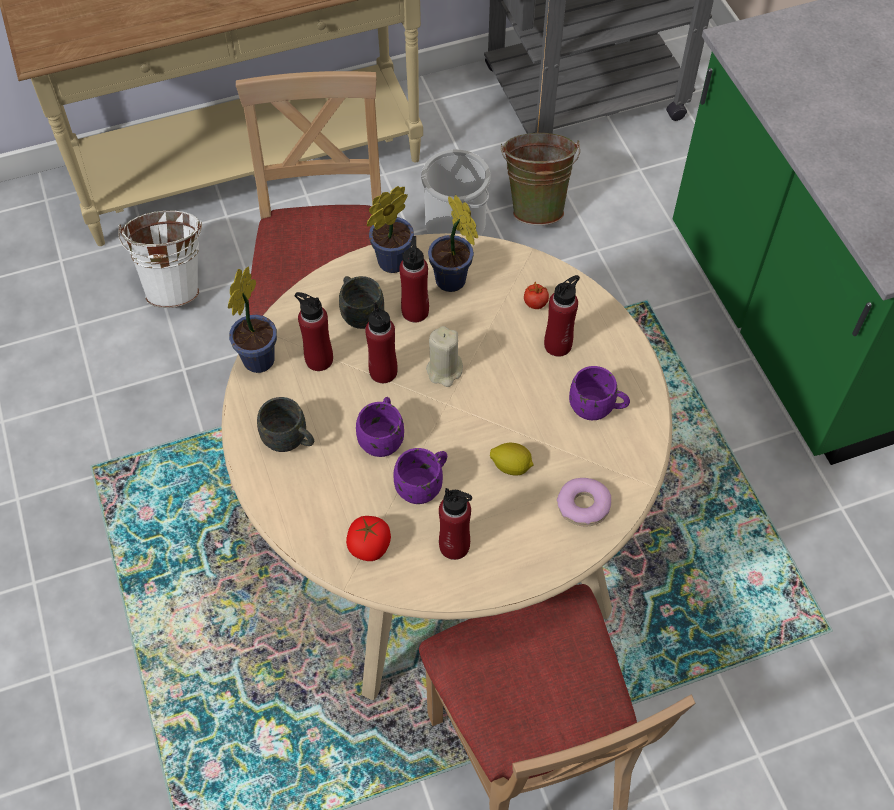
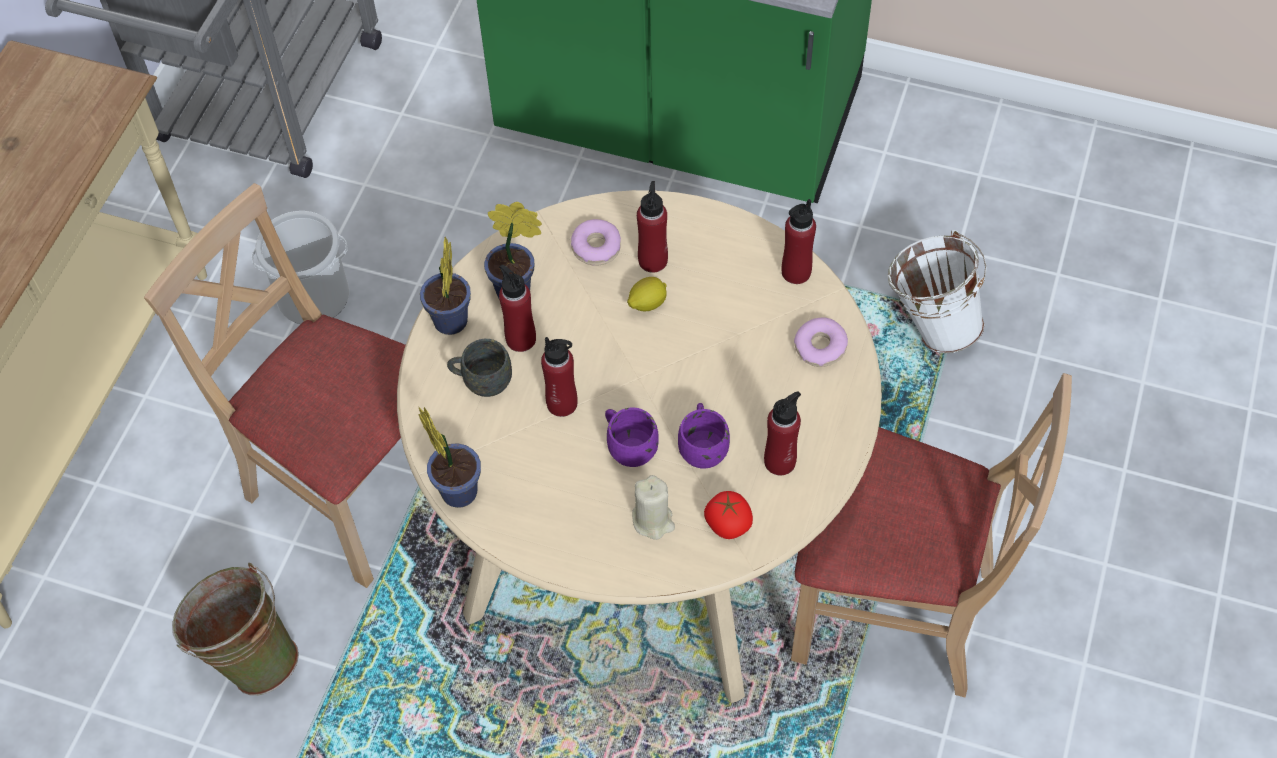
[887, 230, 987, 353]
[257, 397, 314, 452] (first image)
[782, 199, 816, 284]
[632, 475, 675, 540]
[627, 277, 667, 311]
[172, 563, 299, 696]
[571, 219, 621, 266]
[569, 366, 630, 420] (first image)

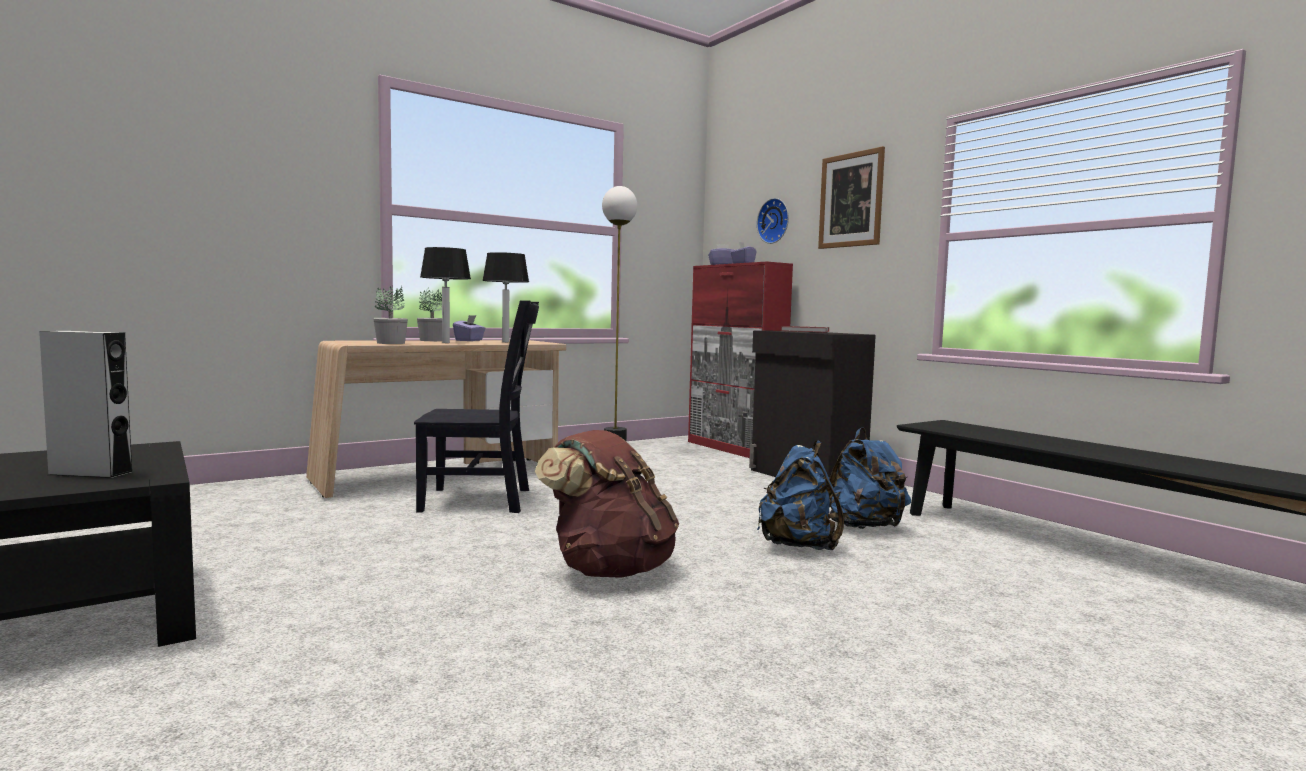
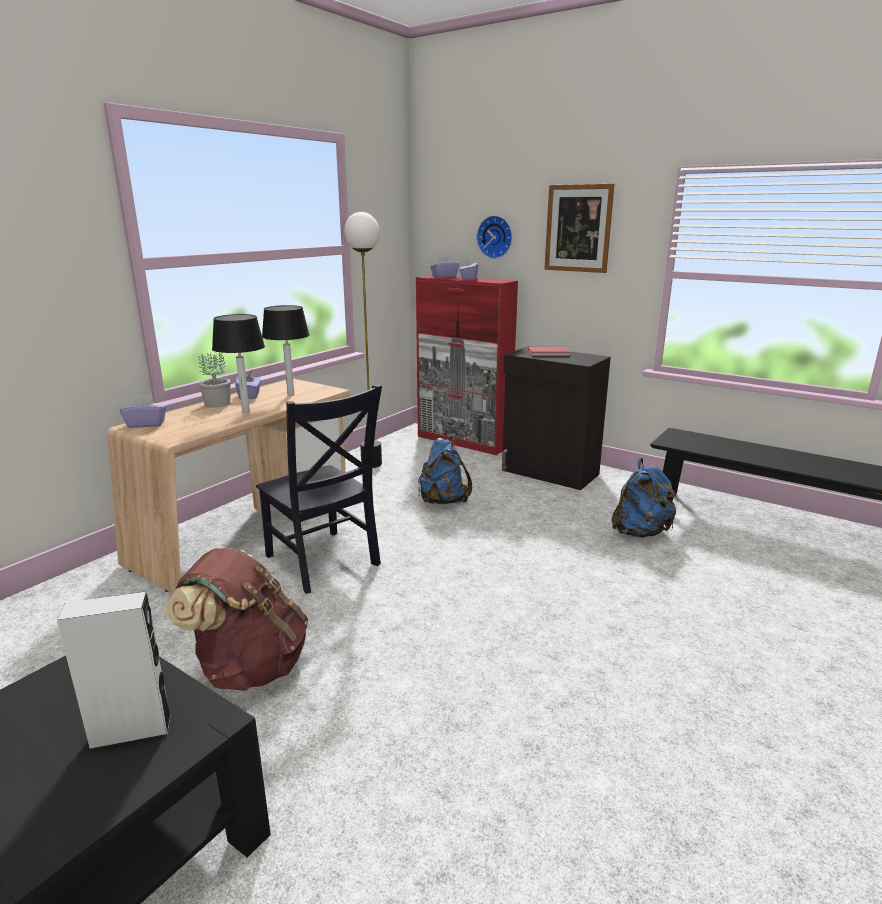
[373, 286, 408, 344] (first image)
[256, 385, 382, 594]
[166, 548, 308, 691]
[418, 436, 472, 504]
[120, 395, 166, 428]

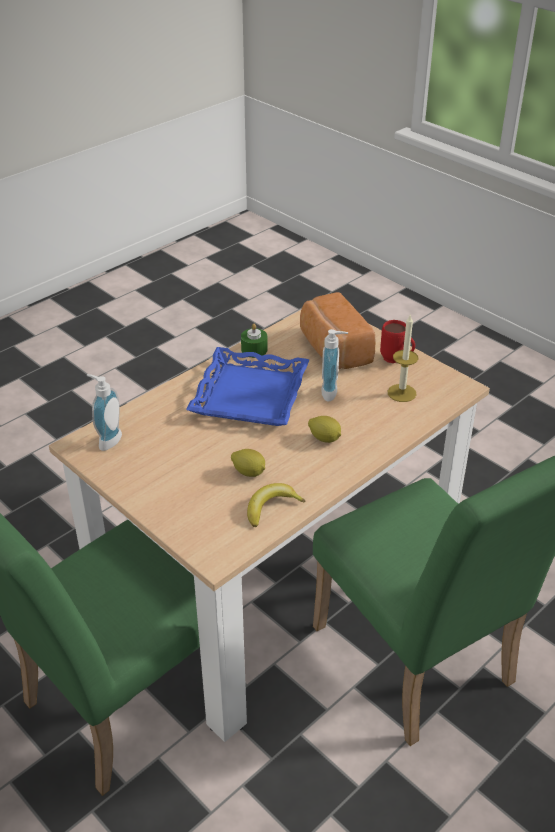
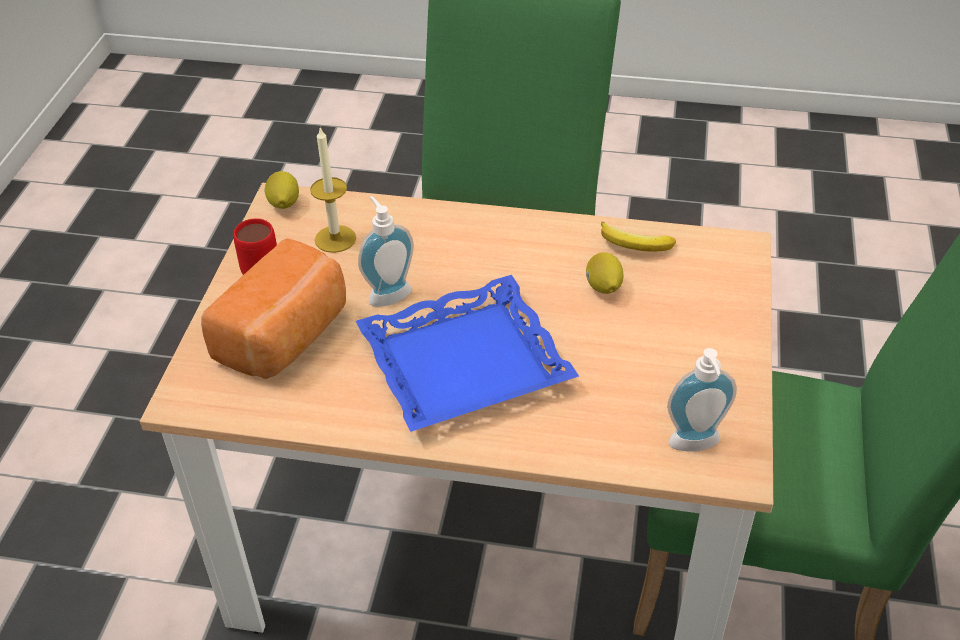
[241, 324, 267, 358] (first image)
[265, 171, 299, 209]

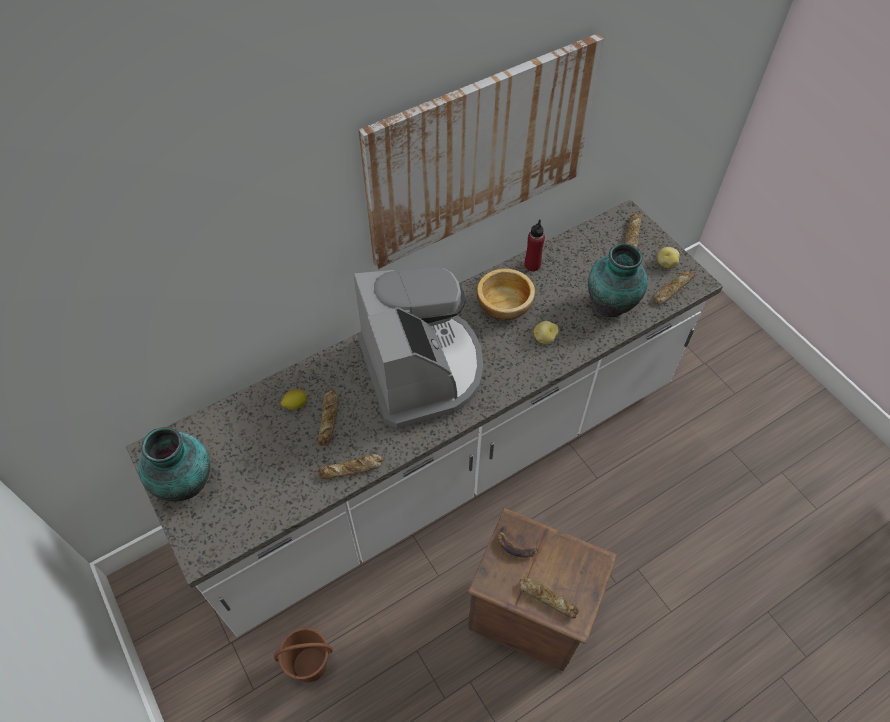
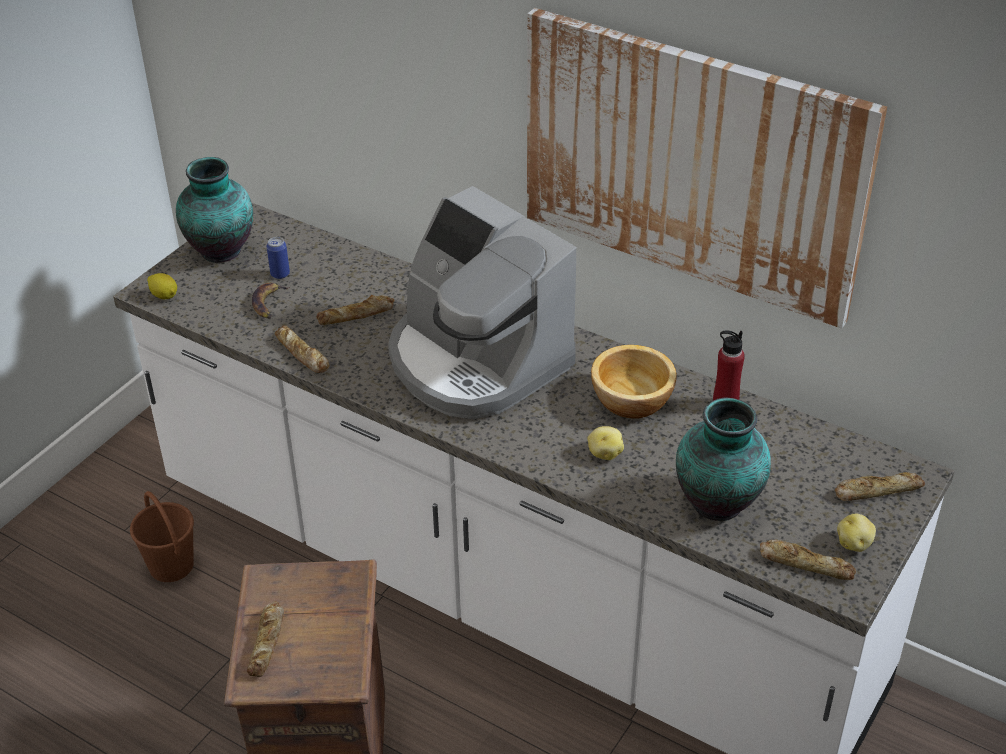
[147, 273, 177, 299]
[388, 186, 576, 419]
[252, 282, 290, 318]
[266, 237, 290, 279]

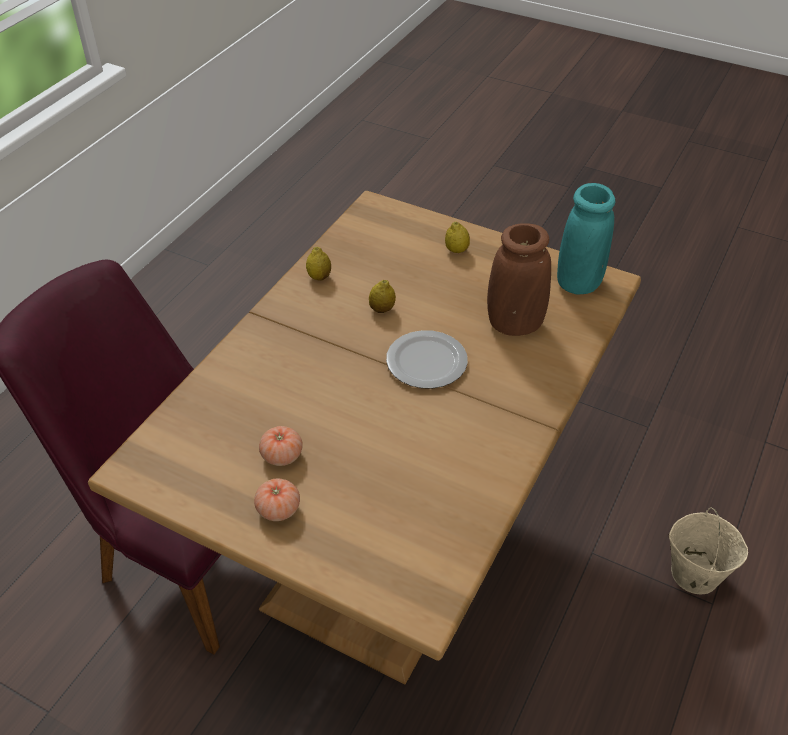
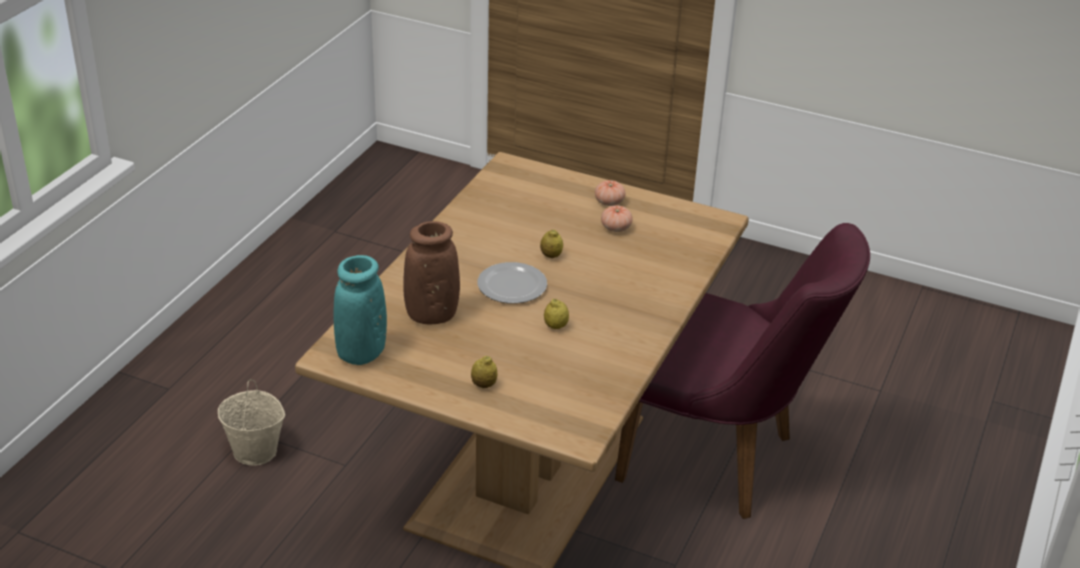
[540, 230, 563, 258]

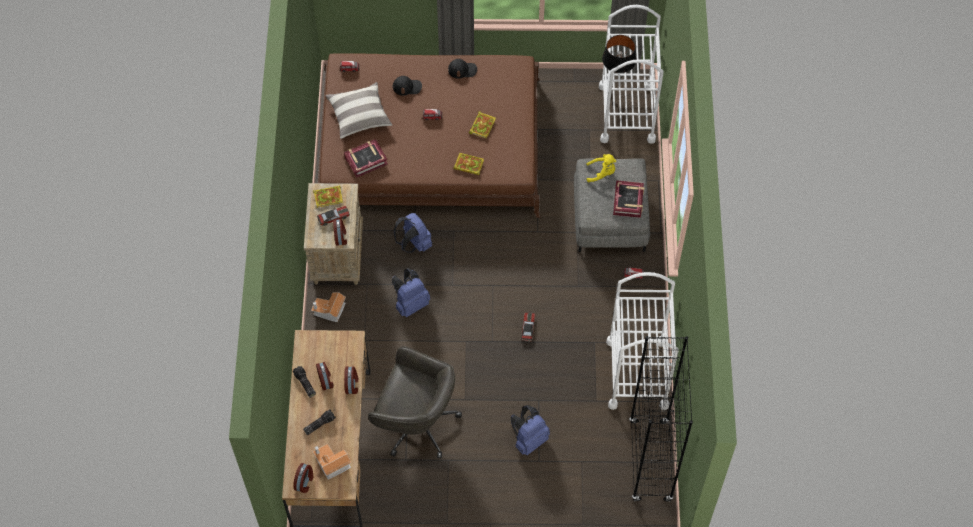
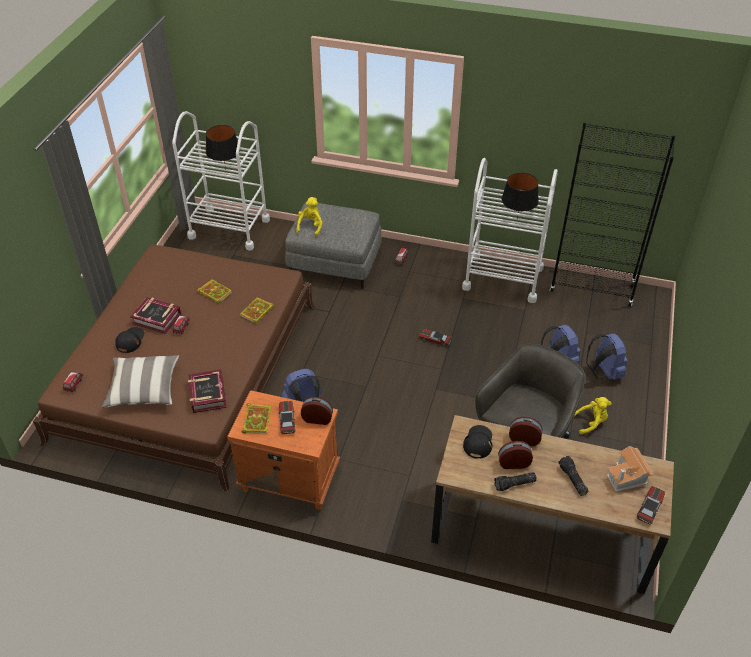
[637, 486, 665, 525]
[227, 390, 340, 510]
[311, 292, 346, 322] (first image)
[586, 333, 628, 380]
[463, 425, 492, 459]
[130, 297, 181, 334]
[502, 173, 539, 219]
[574, 397, 612, 435]

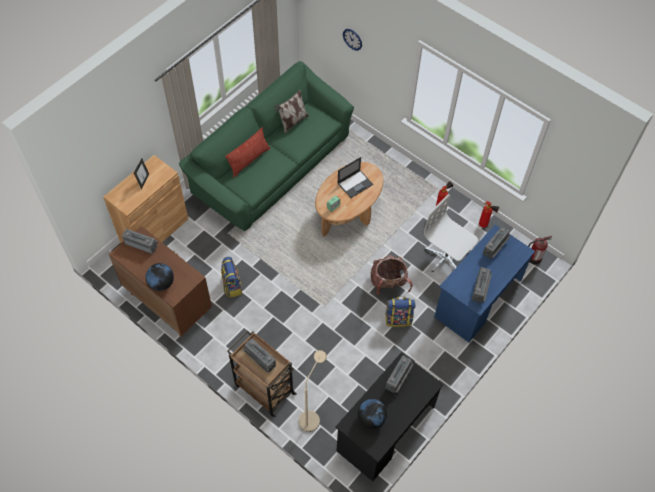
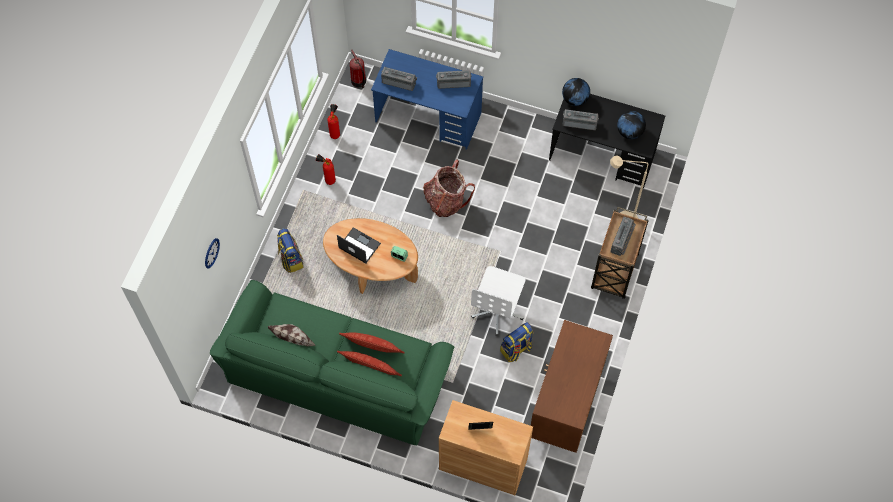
[122, 229, 158, 254] (first image)
[562, 78, 590, 106]
[277, 228, 304, 273]
[471, 266, 526, 336]
[339, 333, 404, 353]

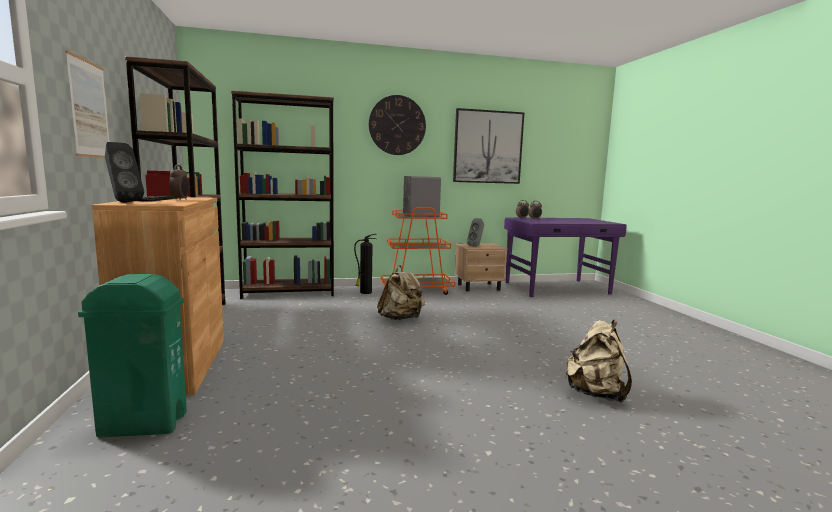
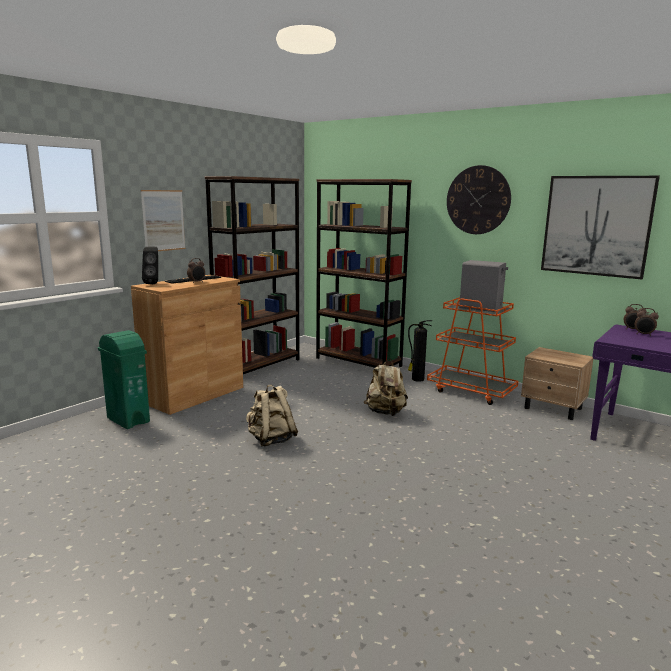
[467, 218, 484, 247] (first image)
[246, 385, 298, 446]

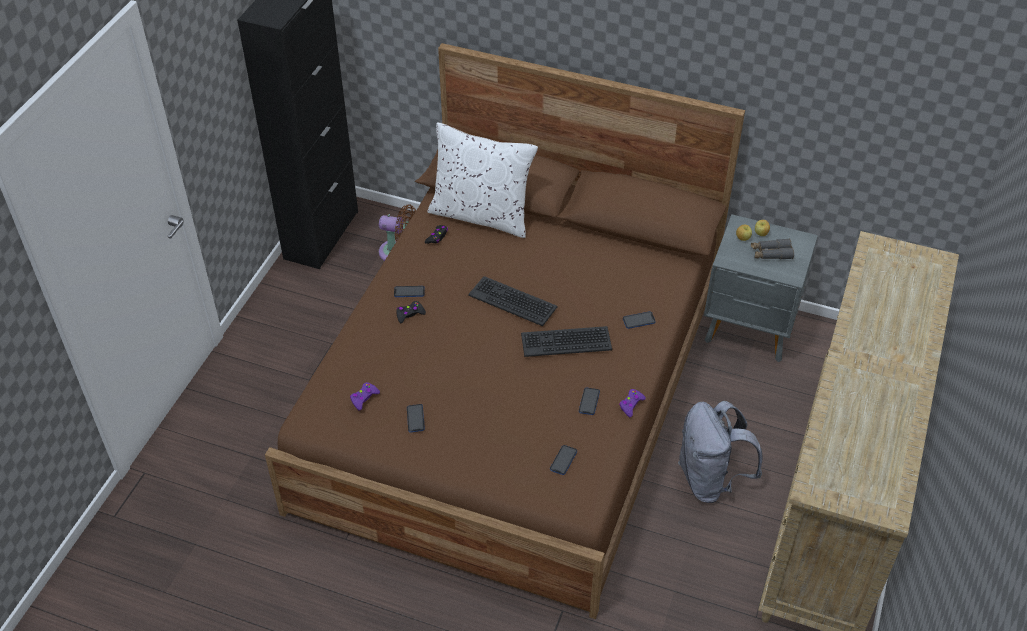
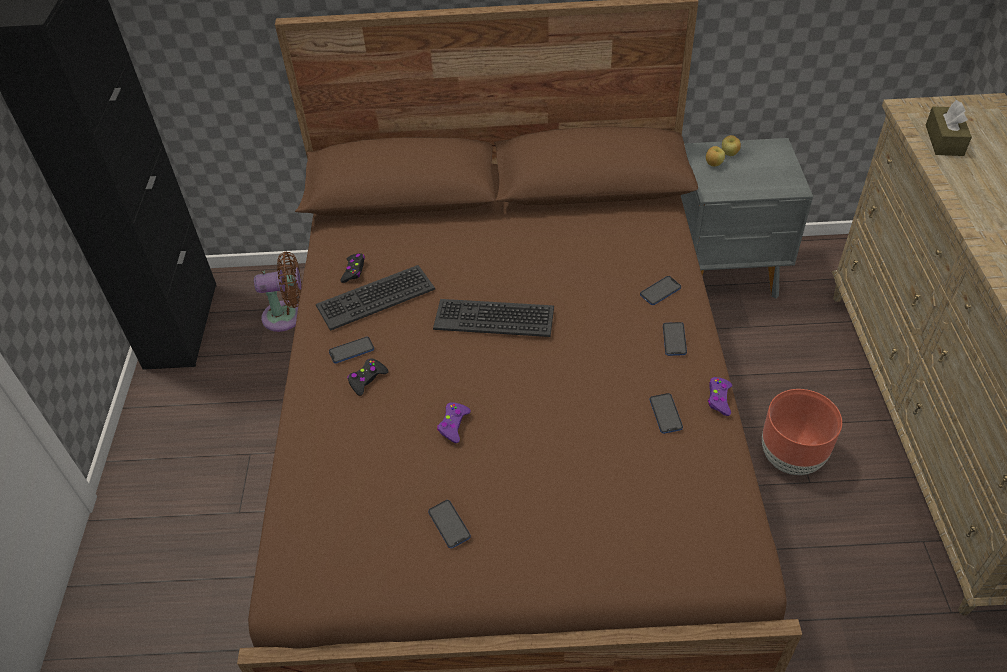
[437, 402, 471, 443]
[427, 122, 538, 238] (first image)
[316, 265, 435, 331]
[663, 322, 687, 356]
[762, 389, 842, 475]
[751, 239, 794, 259] (first image)
[926, 100, 972, 156]

